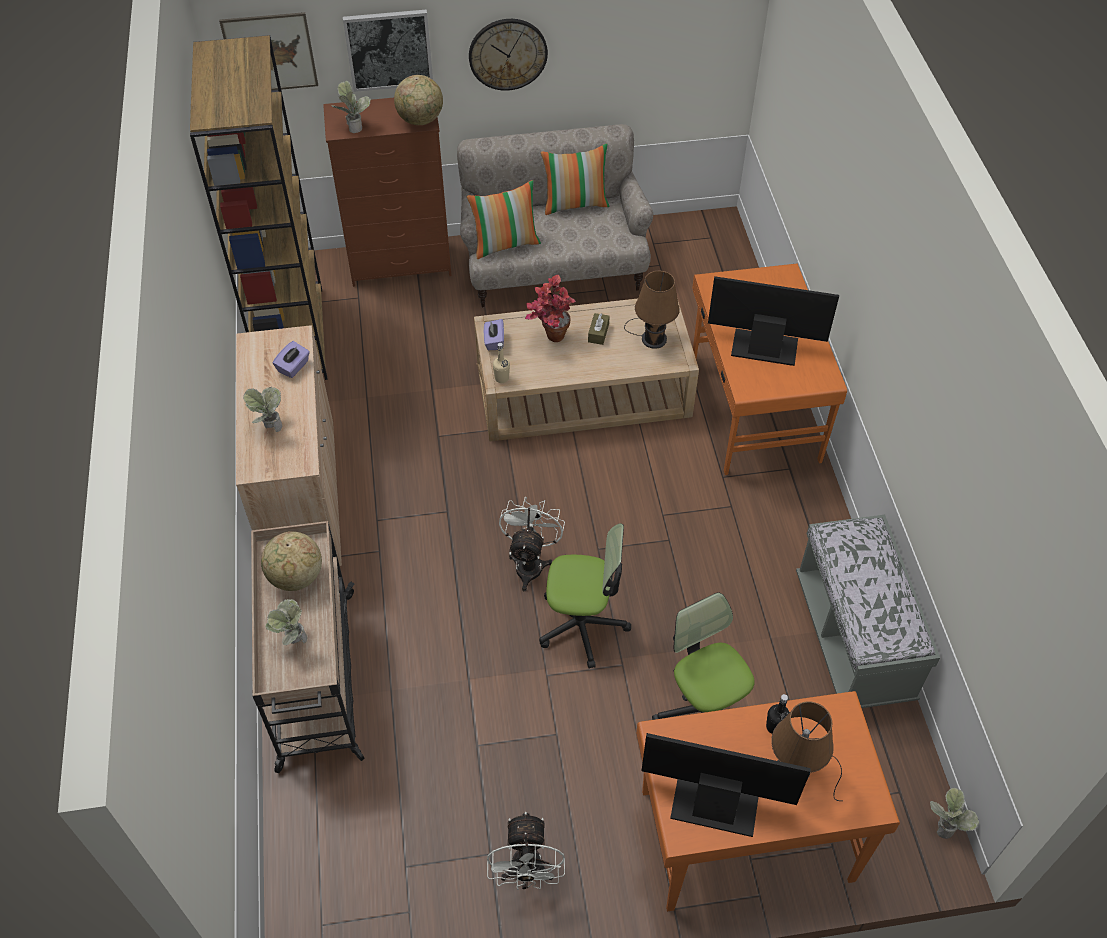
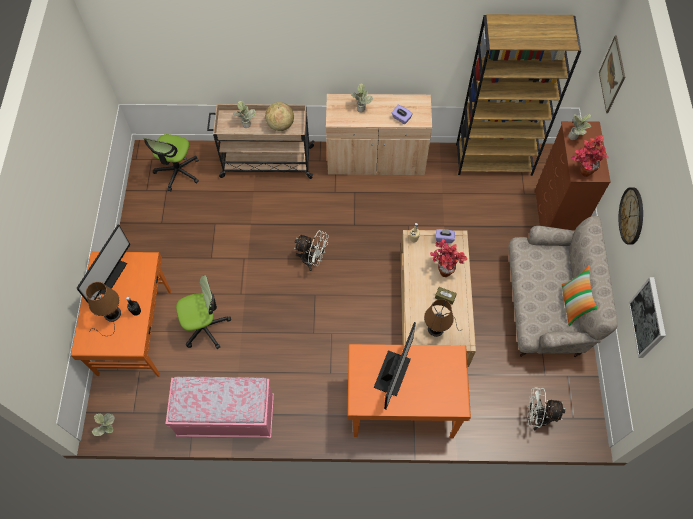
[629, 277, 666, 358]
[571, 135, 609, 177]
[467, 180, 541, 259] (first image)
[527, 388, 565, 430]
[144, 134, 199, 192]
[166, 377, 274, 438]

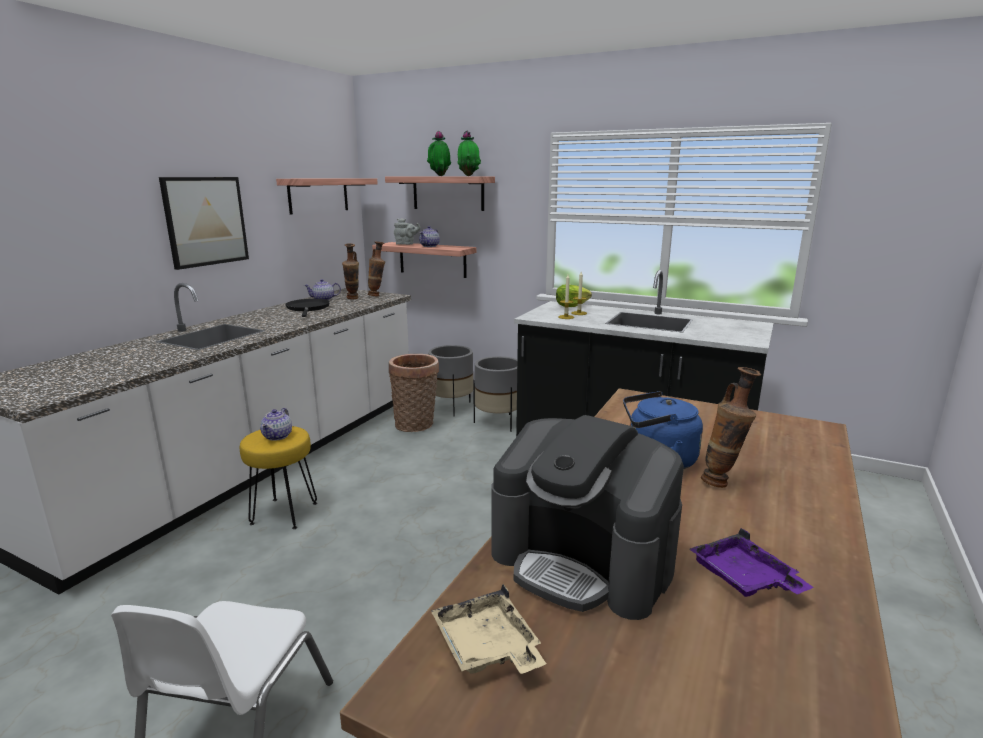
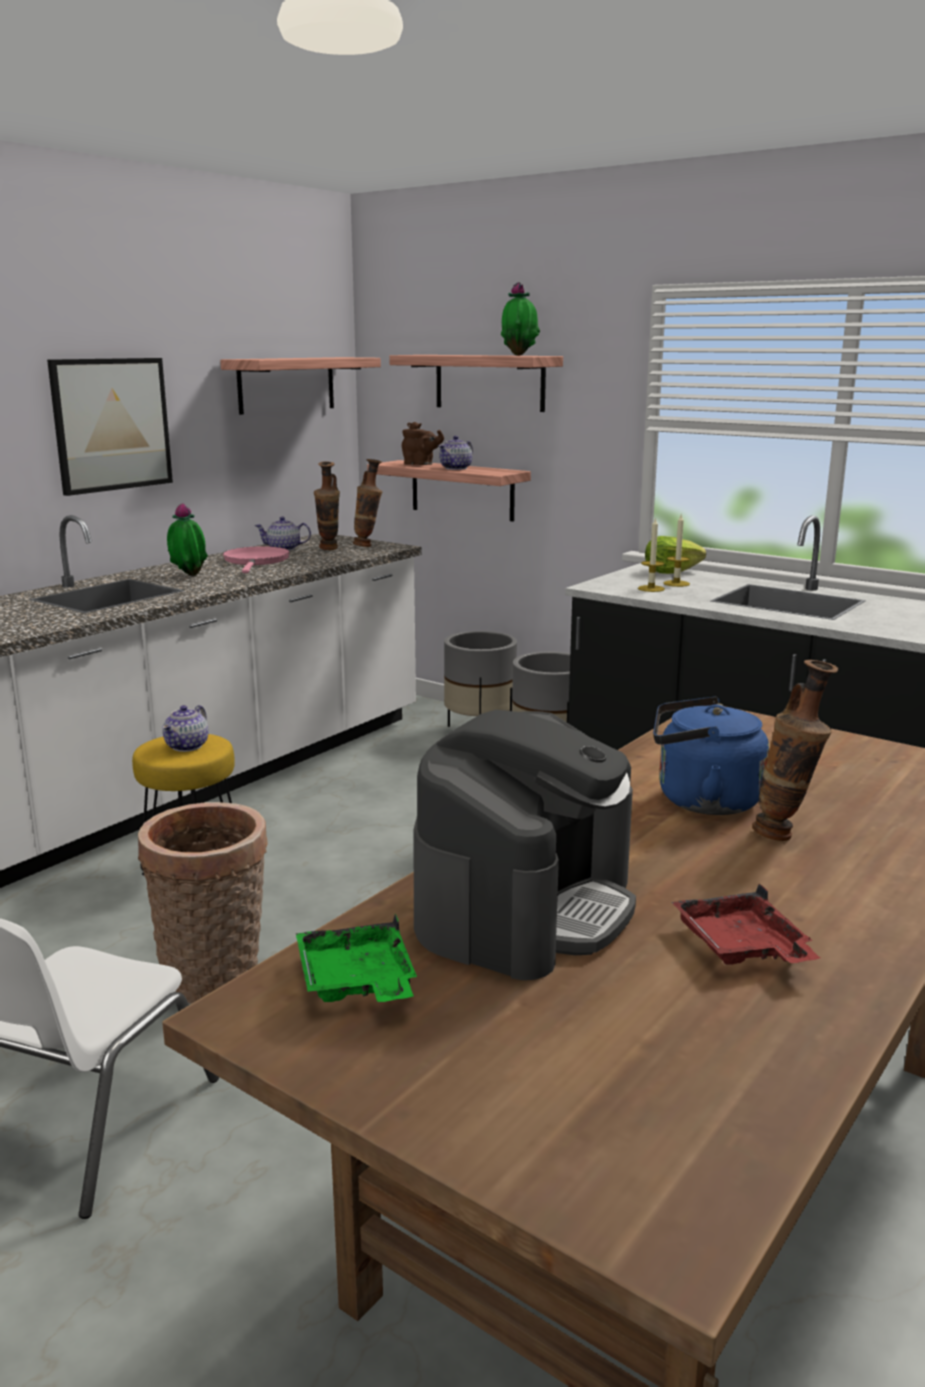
[223, 546, 290, 573]
[138, 802, 267, 1004]
[402, 422, 444, 465]
[167, 503, 208, 576]
[296, 913, 417, 1002]
[414, 710, 636, 980]
[672, 883, 820, 965]

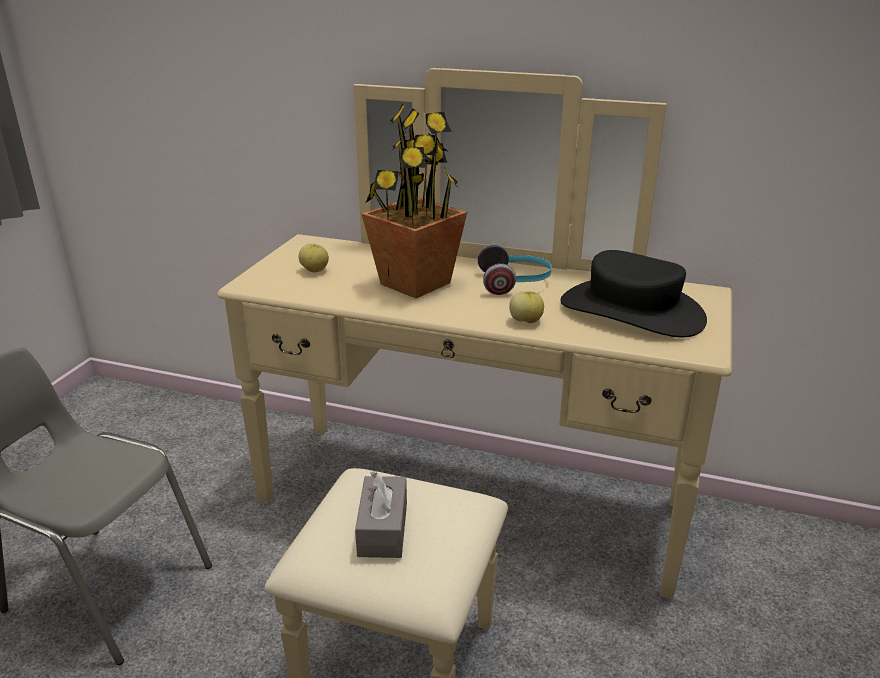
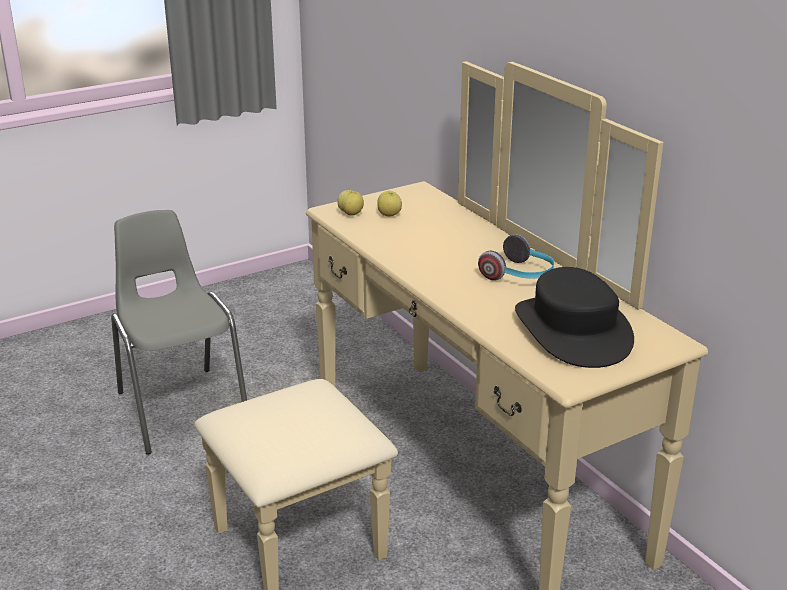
[355, 471, 407, 558] (first image)
[362, 103, 467, 298] (first image)
[337, 190, 364, 216]

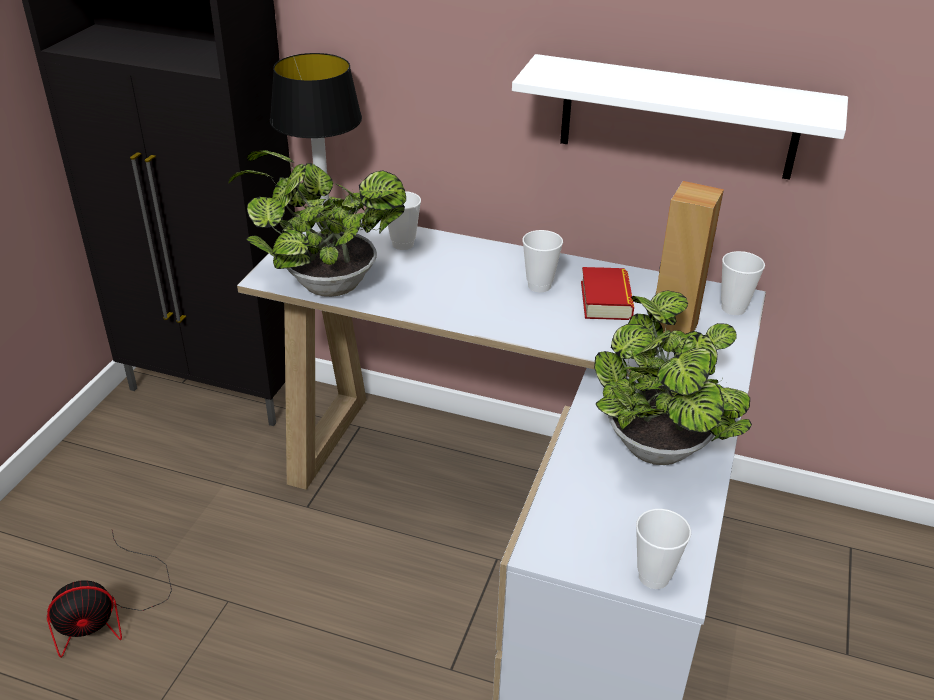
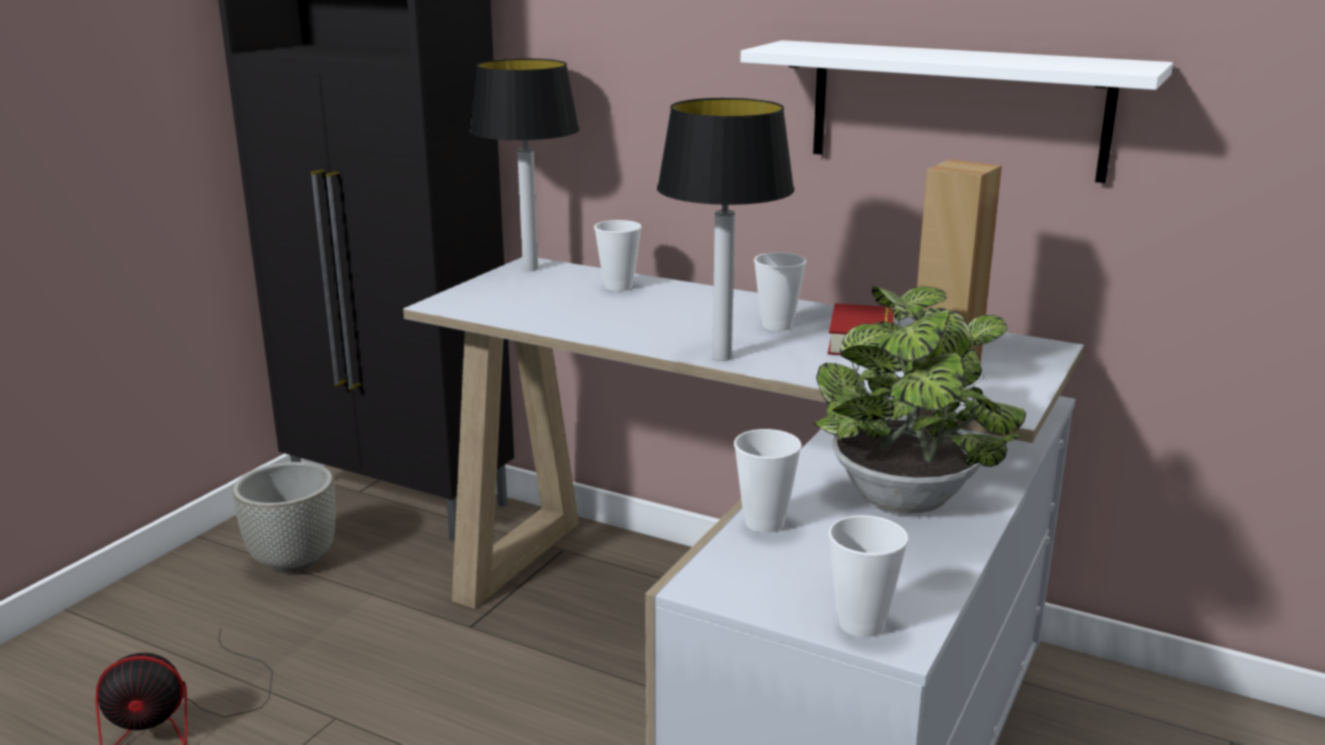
[228, 150, 406, 297] (first image)
[734, 429, 802, 533]
[232, 462, 335, 573]
[657, 98, 795, 361]

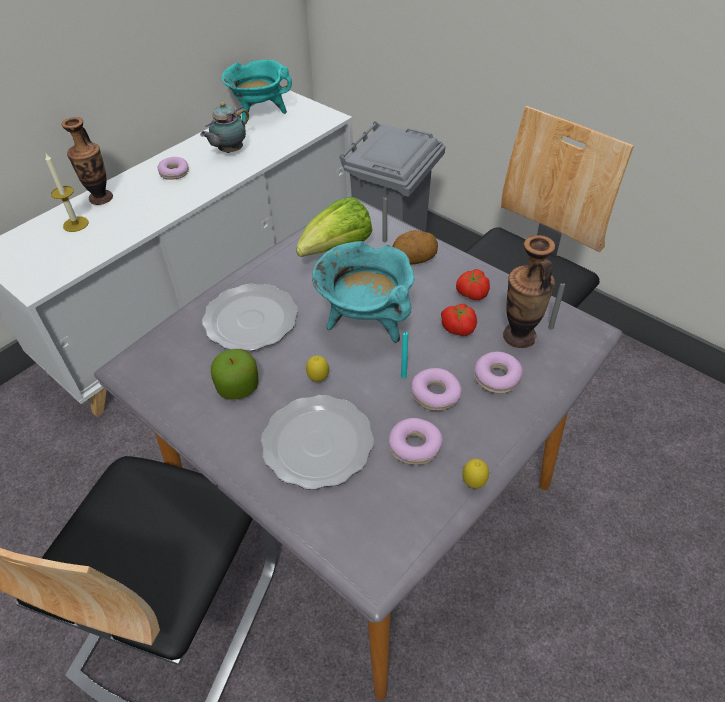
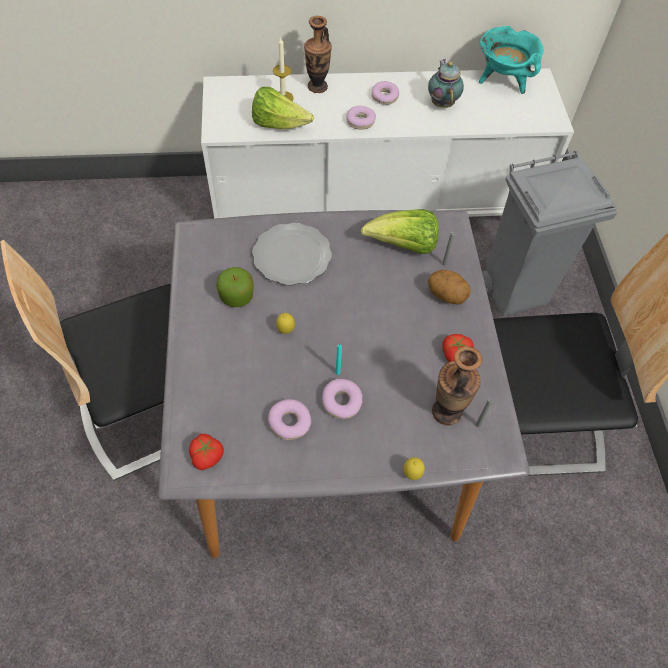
[428, 59, 464, 108]
[261, 395, 374, 490] (first image)
[312, 241, 415, 343] (first image)
[189, 434, 224, 470]
[403, 457, 425, 480]
[346, 106, 376, 130]
[252, 87, 314, 129]

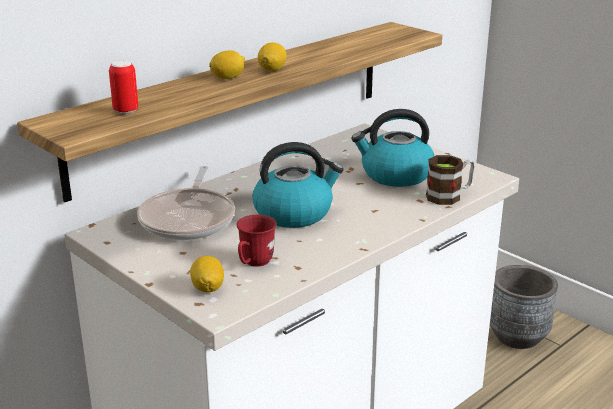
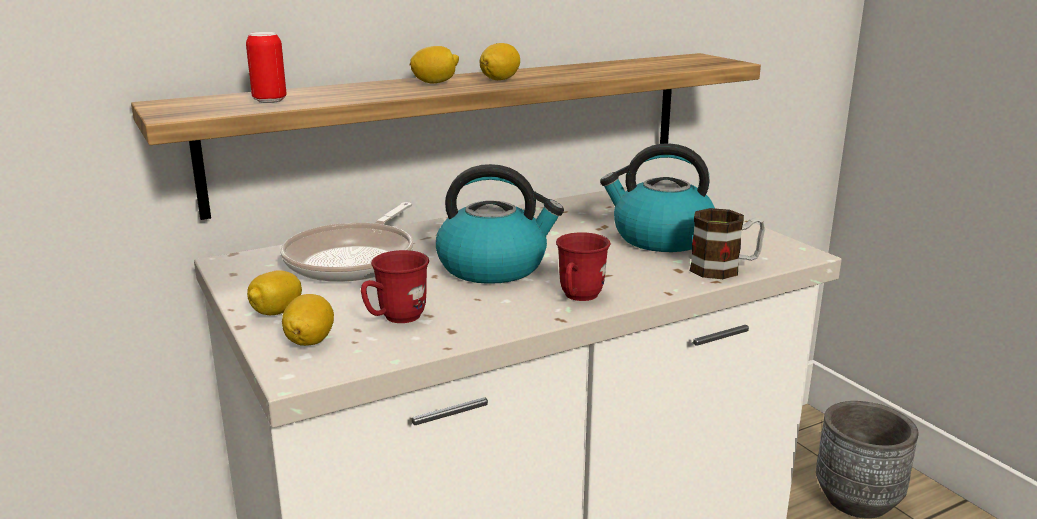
[247, 271, 302, 315]
[556, 232, 610, 301]

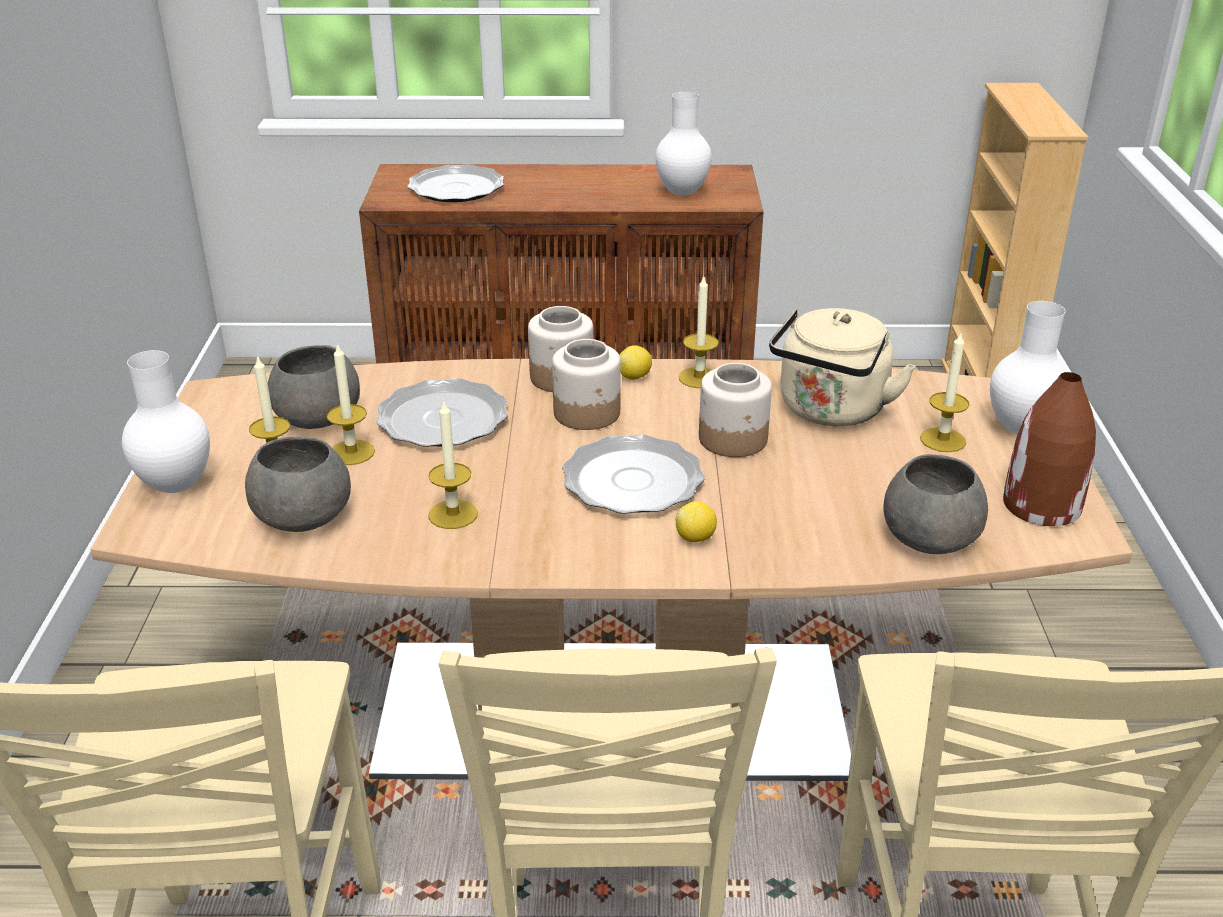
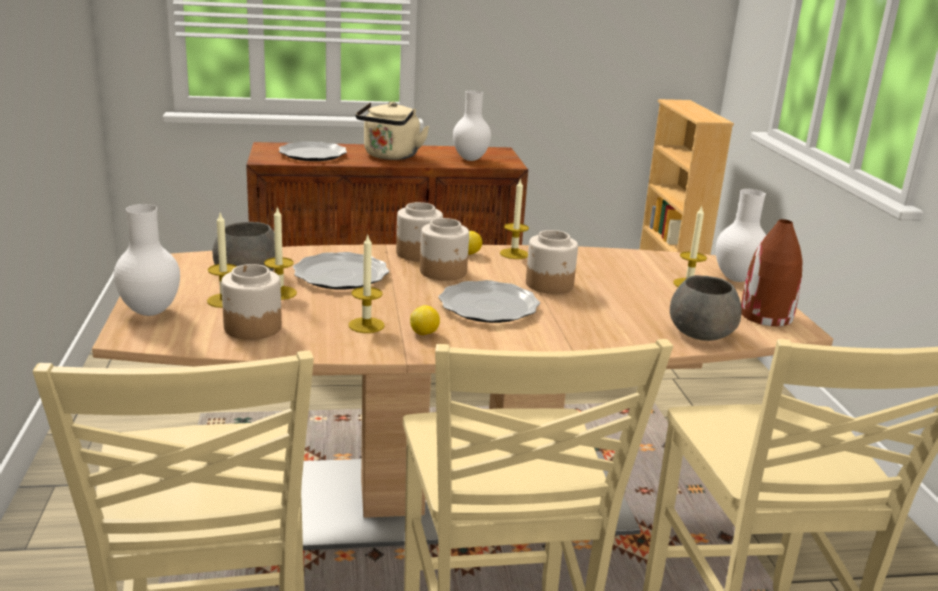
[221, 264, 282, 340]
[410, 305, 440, 335]
[356, 102, 430, 160]

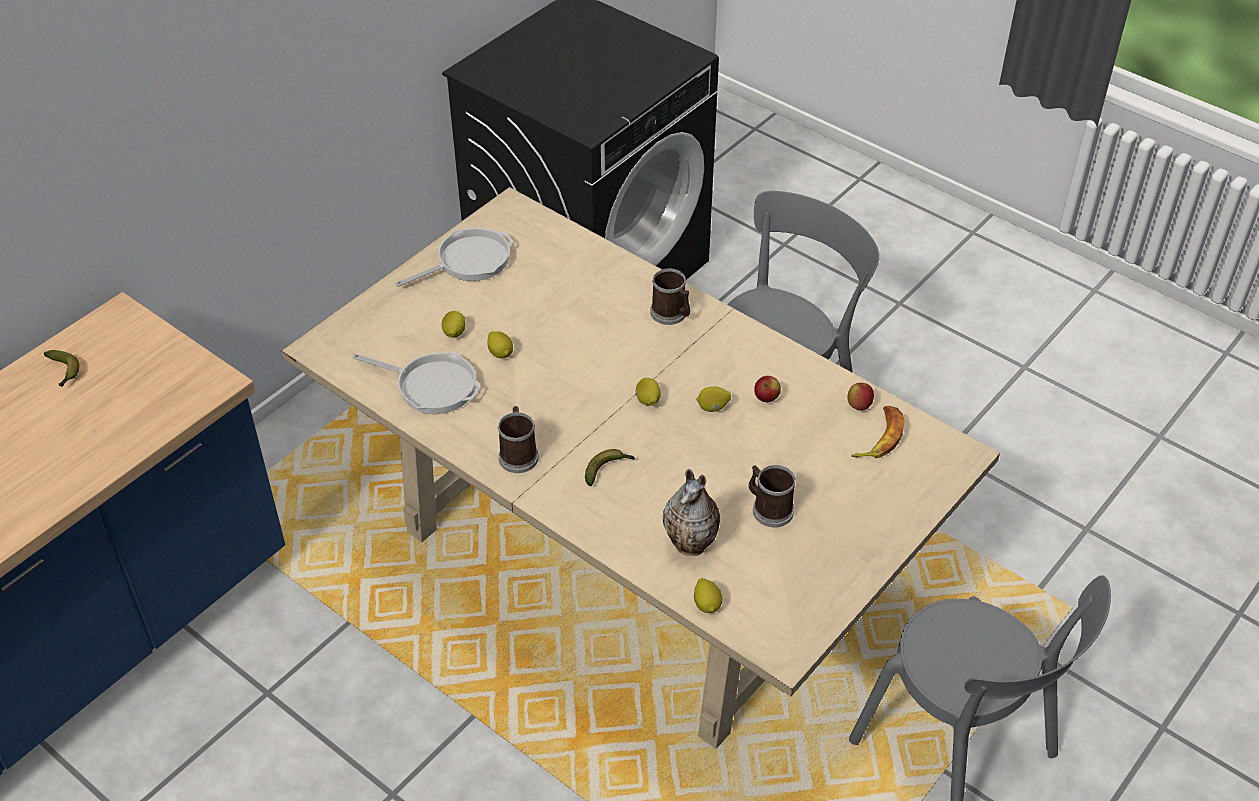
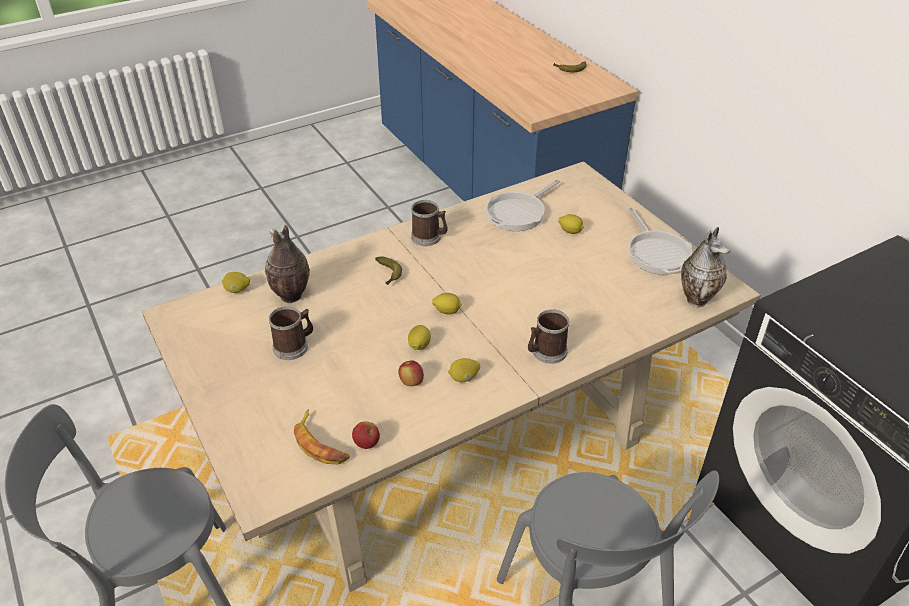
[448, 358, 480, 382]
[681, 227, 730, 307]

